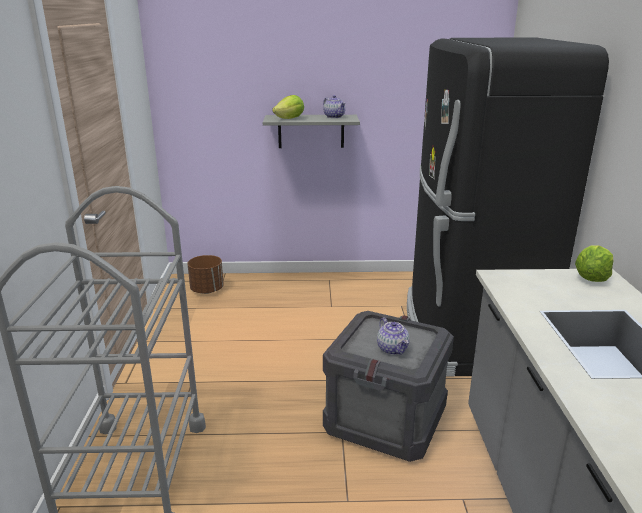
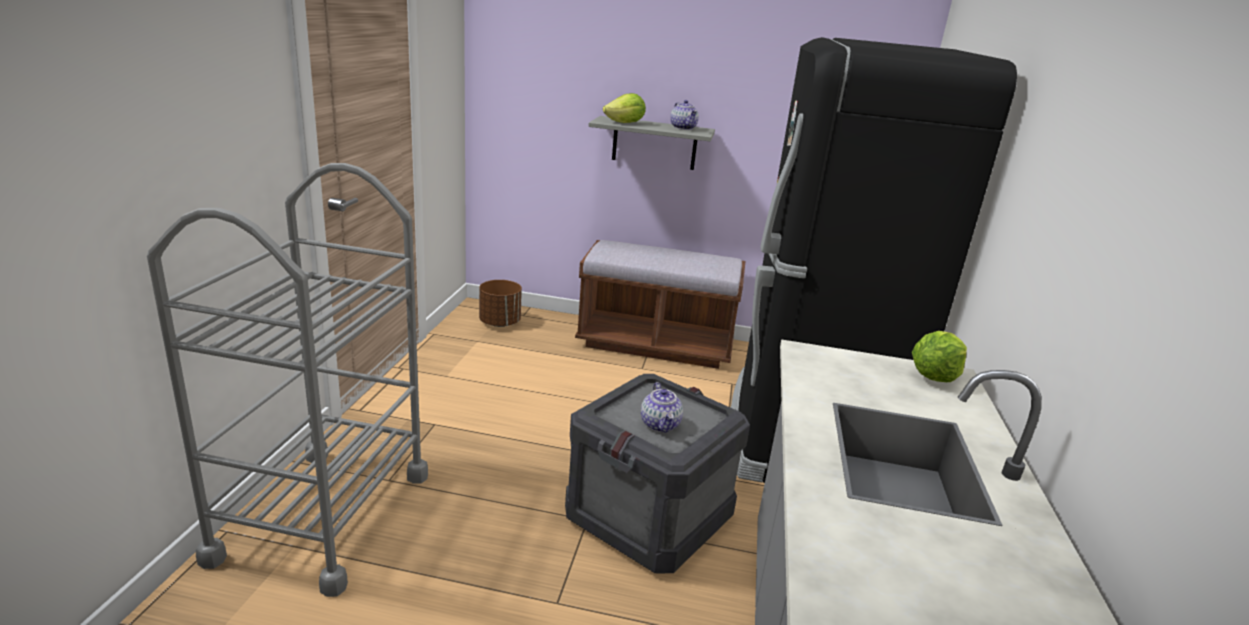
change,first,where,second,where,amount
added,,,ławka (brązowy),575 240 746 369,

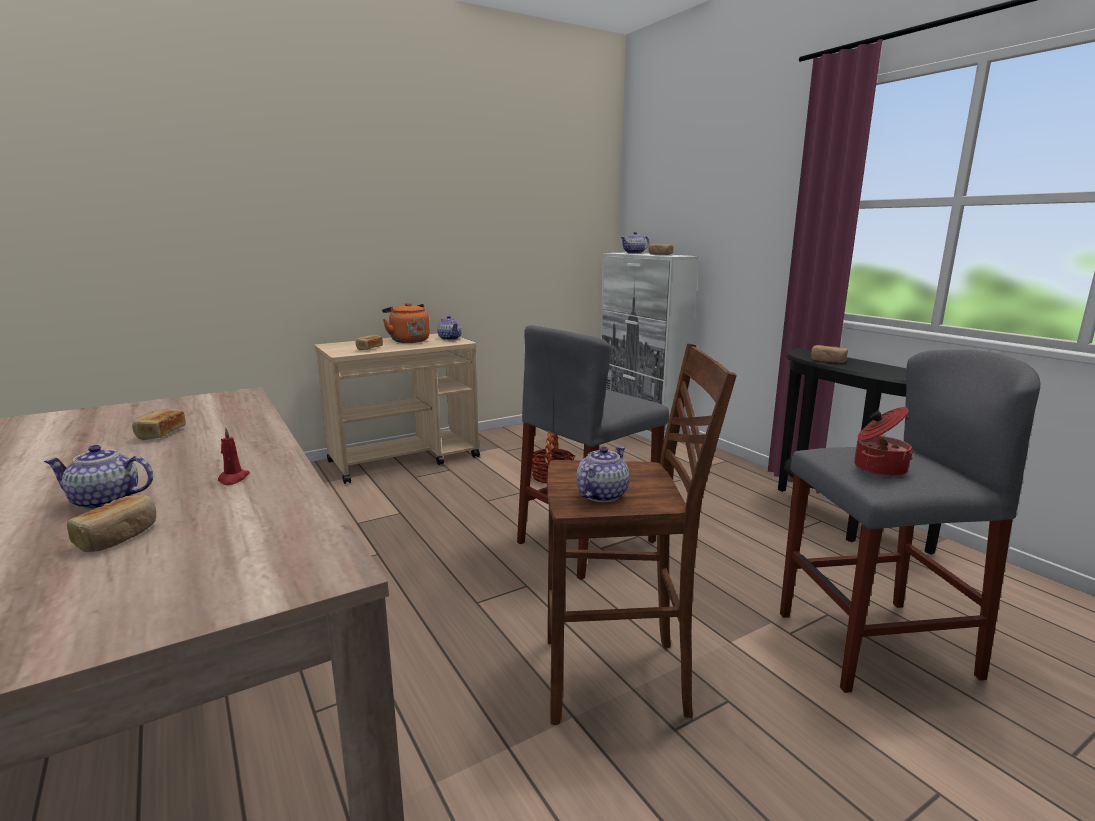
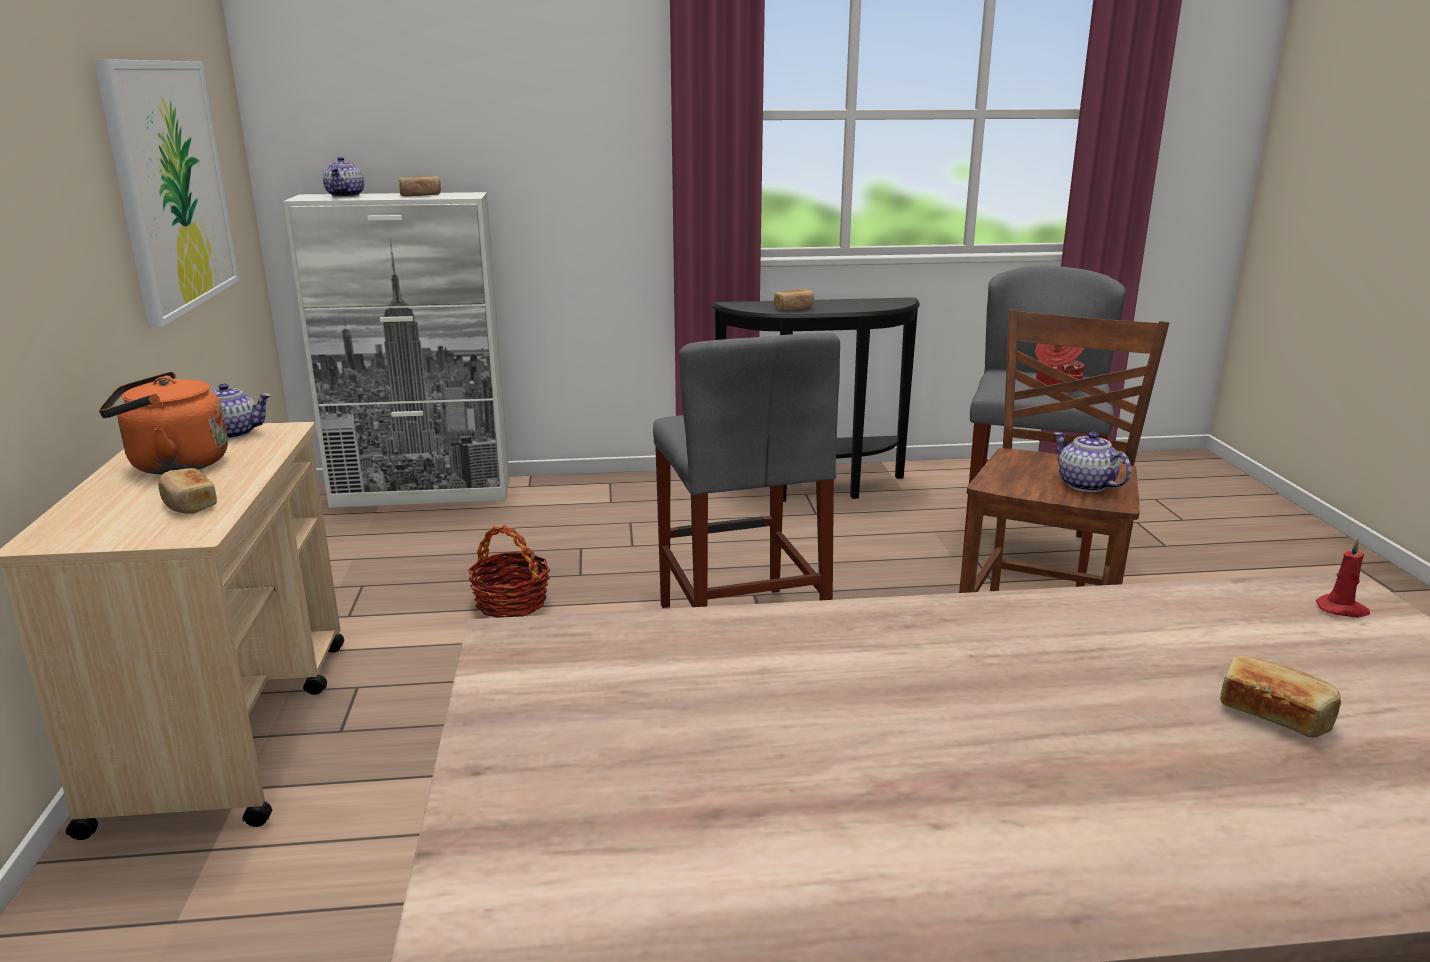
change,first,where,second,where,amount
added,,,obraz,94 59 239 328,
moved,świeca (czerwony),218 428 250 485,,1316 538 1370 617,
removed,imbryk,44 445 153 510,,,
removed,chleb,132 408 186 440,,,

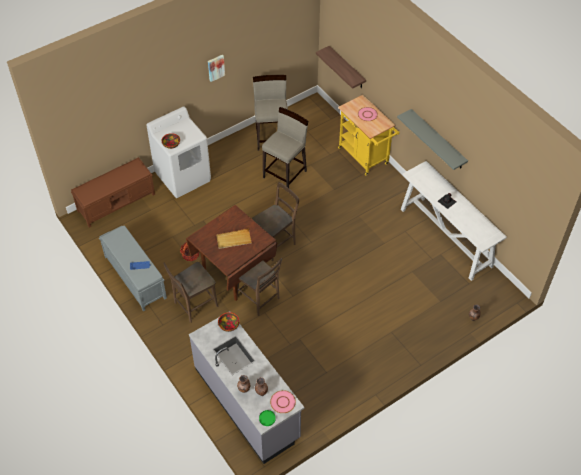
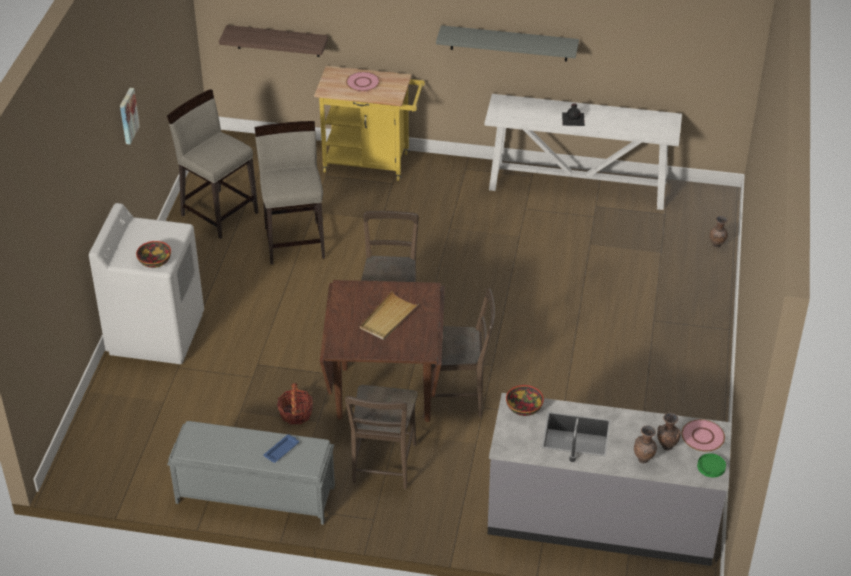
change,first,where,second,where,amount
removed,ławka (brązowy),71 157 155 227,,,

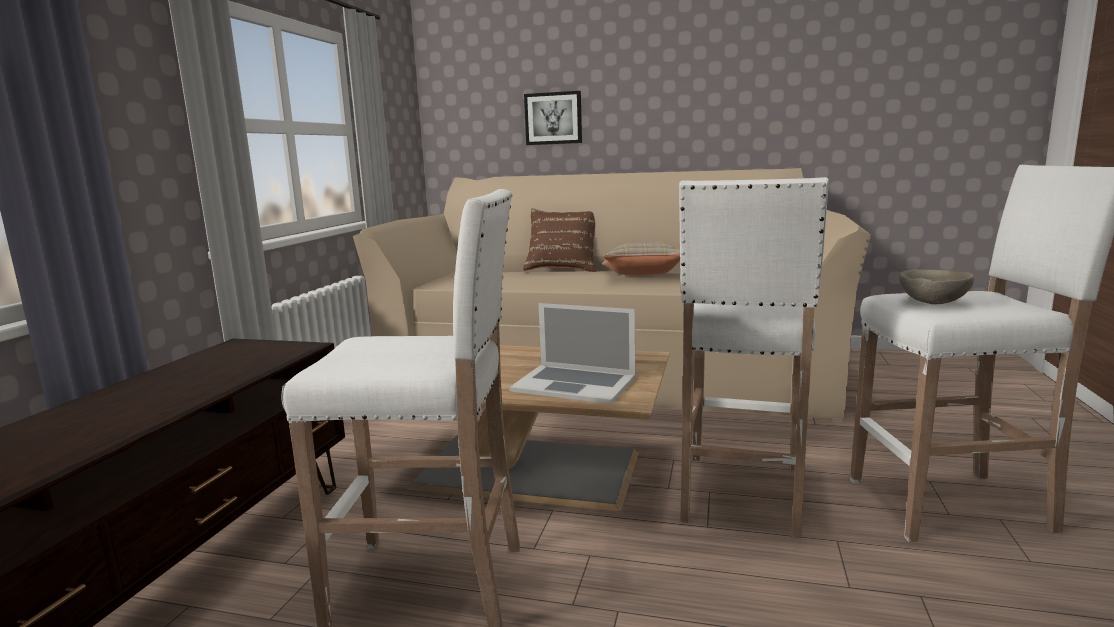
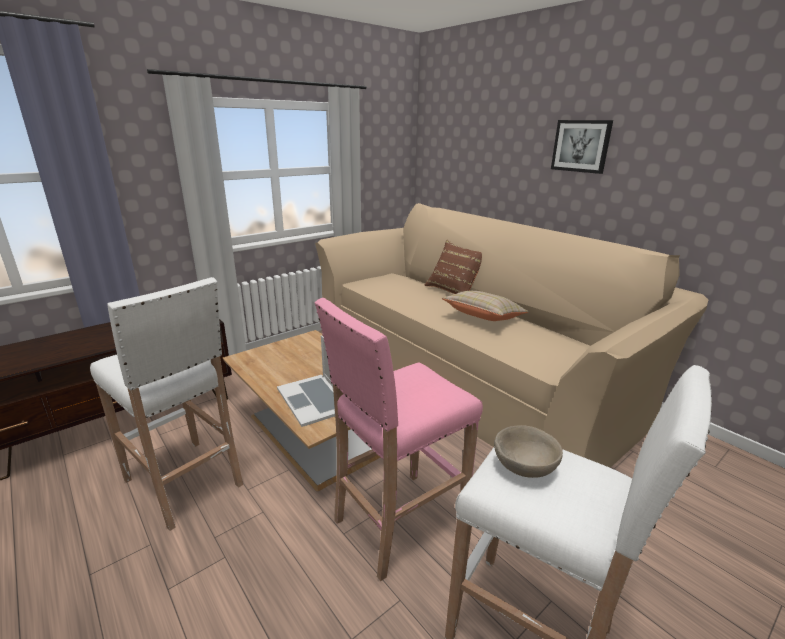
change,first,where,second,where,amount
recoloured,stołek (biały),679 177 829 538,stołek (różowy),315 298 483 581,
moved,obraz,524 91 582 145,,551 120 613 174,

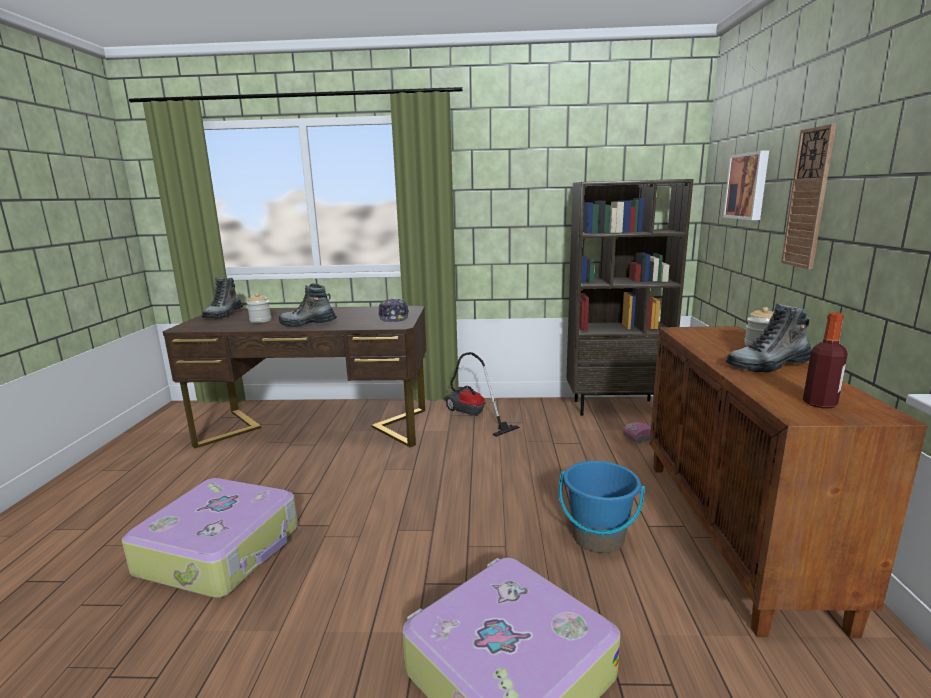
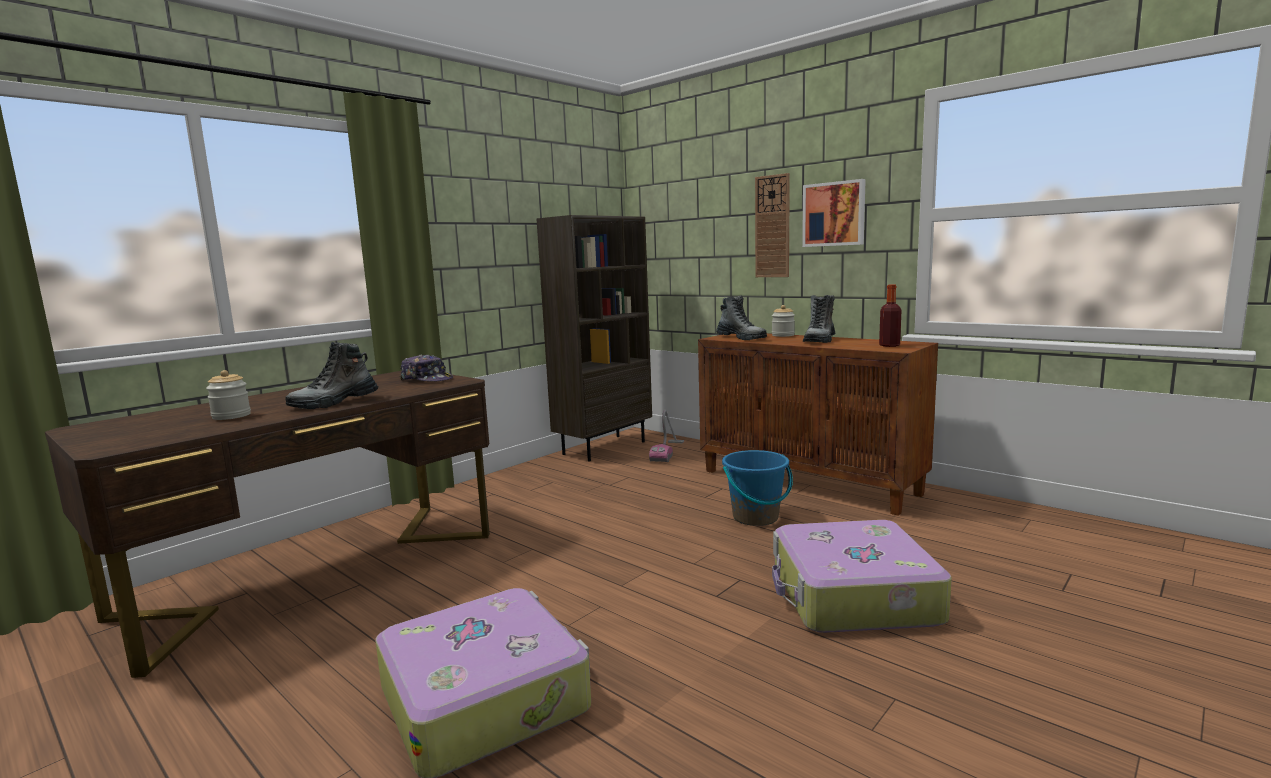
change,first,where,second,where,amount
moved,but z cholewką,202 278 243 318,,716 296 767 340,
moved,obraz,723 150 769 220,,802 179 866 247,
removed,odkurzacz,444 352 520 437,,,

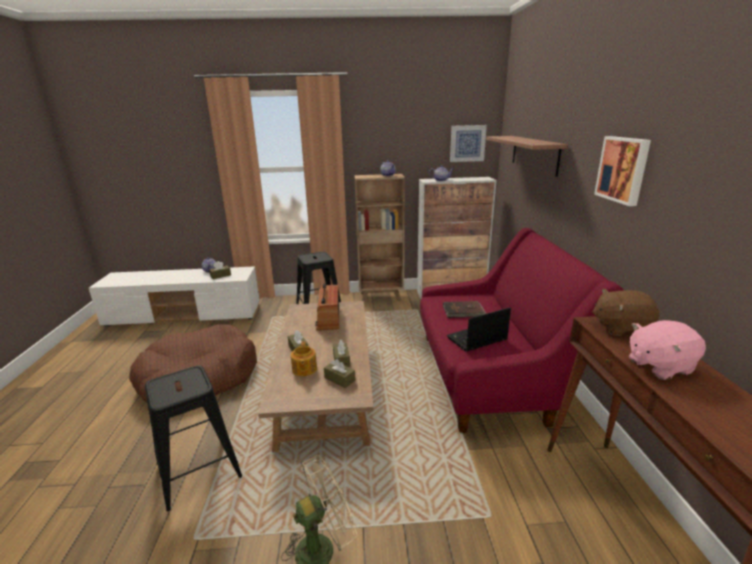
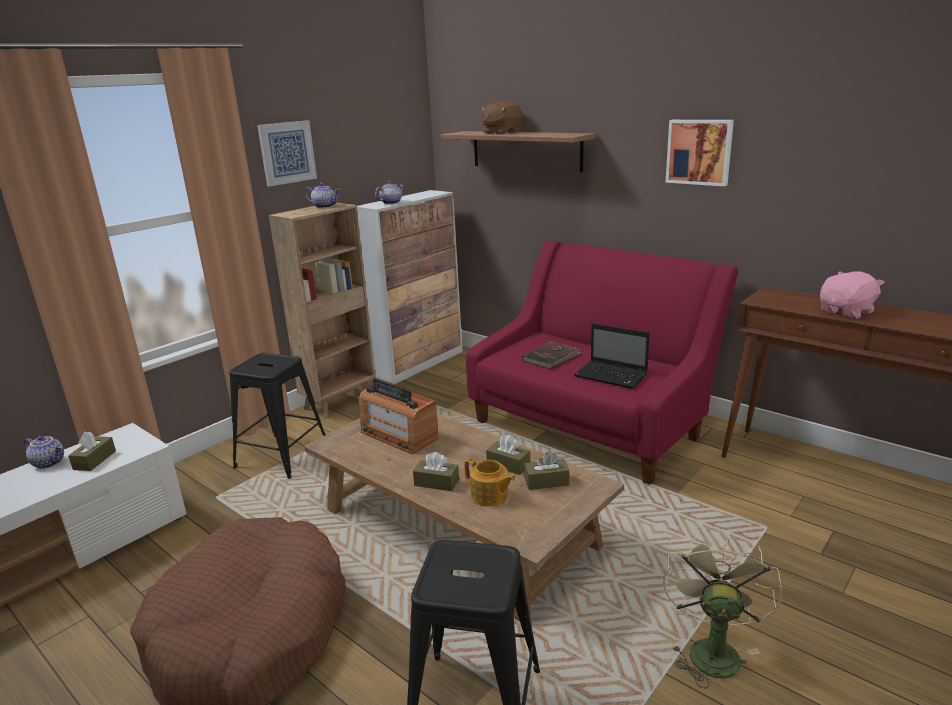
change,first,where,second,where,amount
moved,obraz,450 125 487 162,,257 120 317 187,
moved,pluszak (brązowy),592 289 659 336,,481 101 522 135,
turned,laptop,447 307 511 352,,574 323 650 389,75 degrees counterclockwise
turned,pluszak (różowy),629 320 706 380,,820 271 885 319,150 degrees counterclockwise

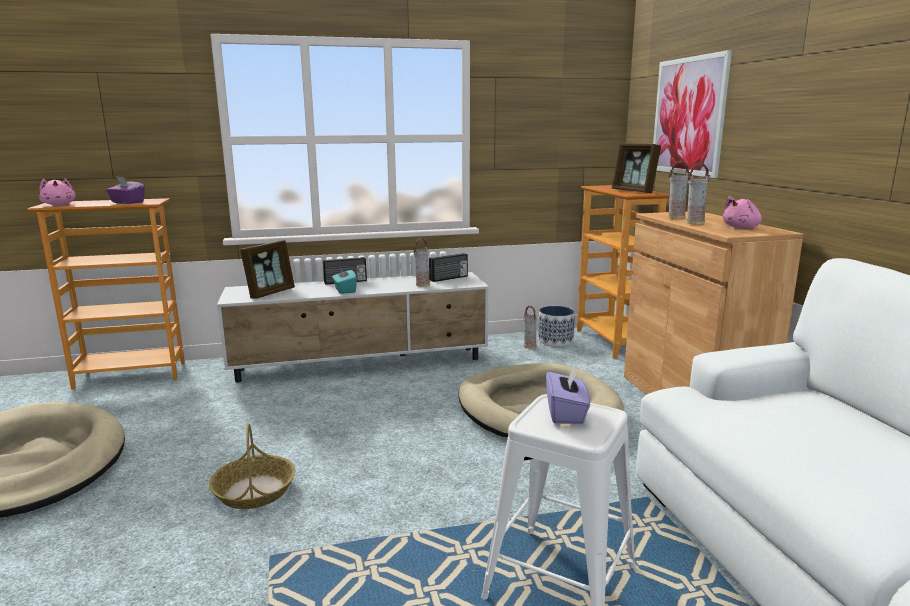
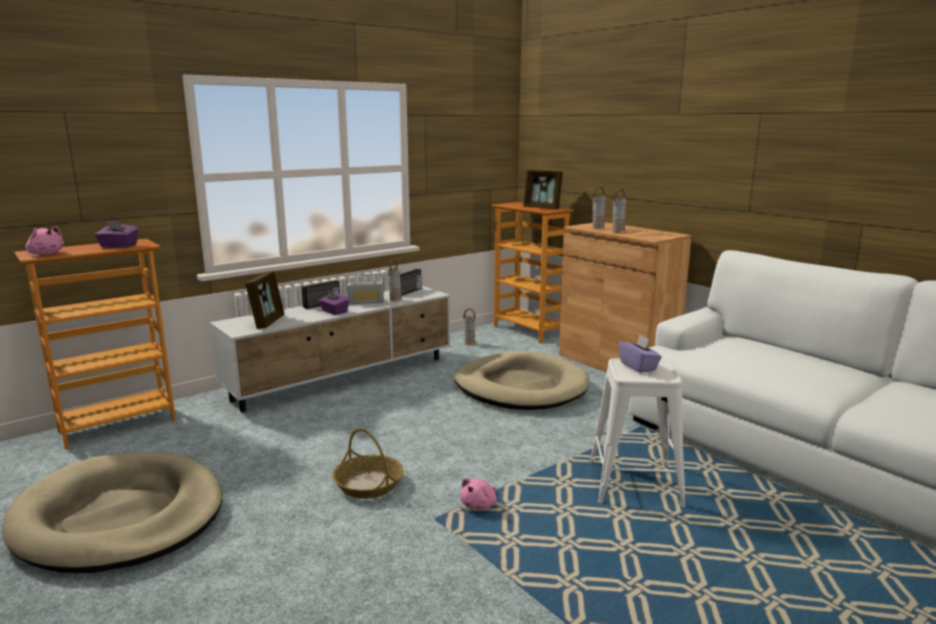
change,first,where,second,where,amount
recoloured,pudełko chusteczek (turkusowy),332 267 357 294,pudełko chusteczek (fioletowy),319 290 349 315,
added,,,radio,346 273 385 304,
moved,pluszak (różowy),723 196 762 228,,460 478 497 510,
removed,donica,538 306 575 346,,,
removed,obraz,653 50 732 178,,,

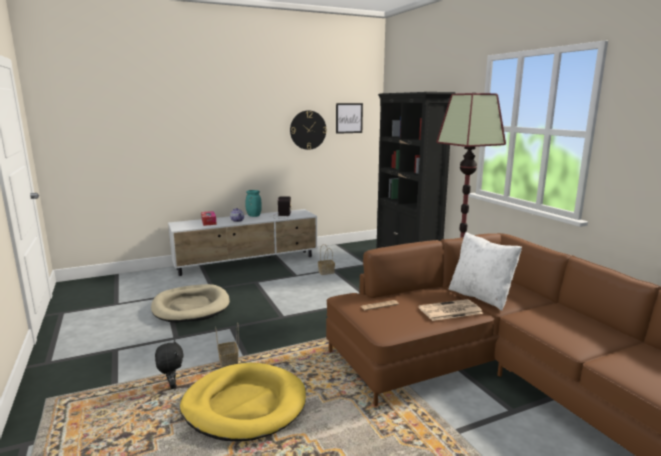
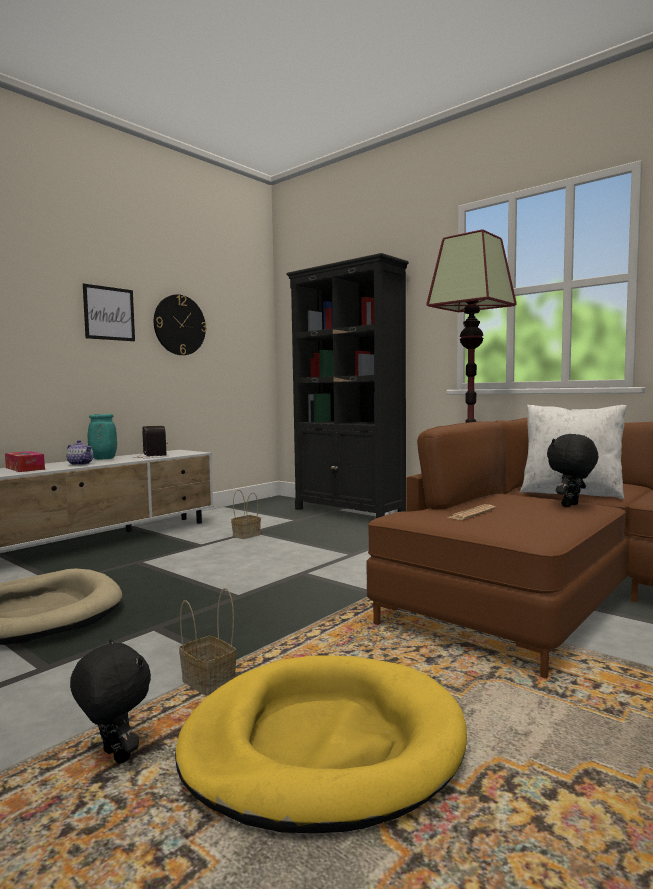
change,first,where,second,where,amount
moved,obraz,336 103 363 134,,83 284 135 341,
replaced,gazeta,418 299 483 321,pluszak (czarny),547 434 598 507,

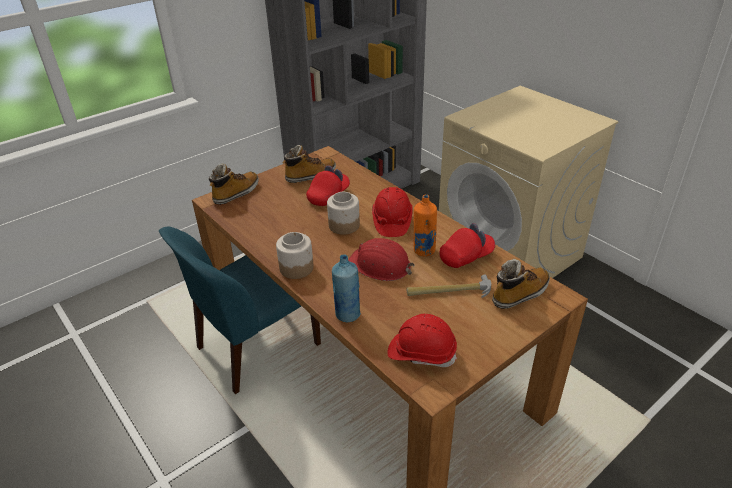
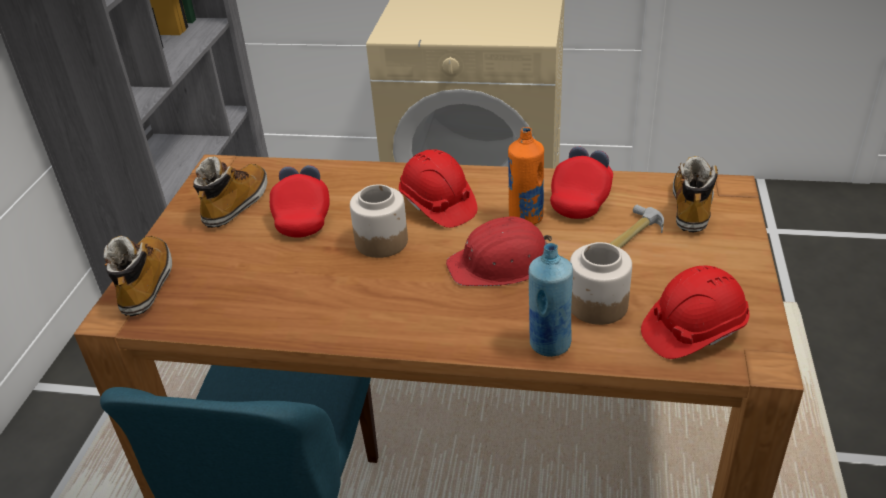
change,first,where,second,where,amount
moved,słoik,276 232 314 279,,570 242 632 325,

